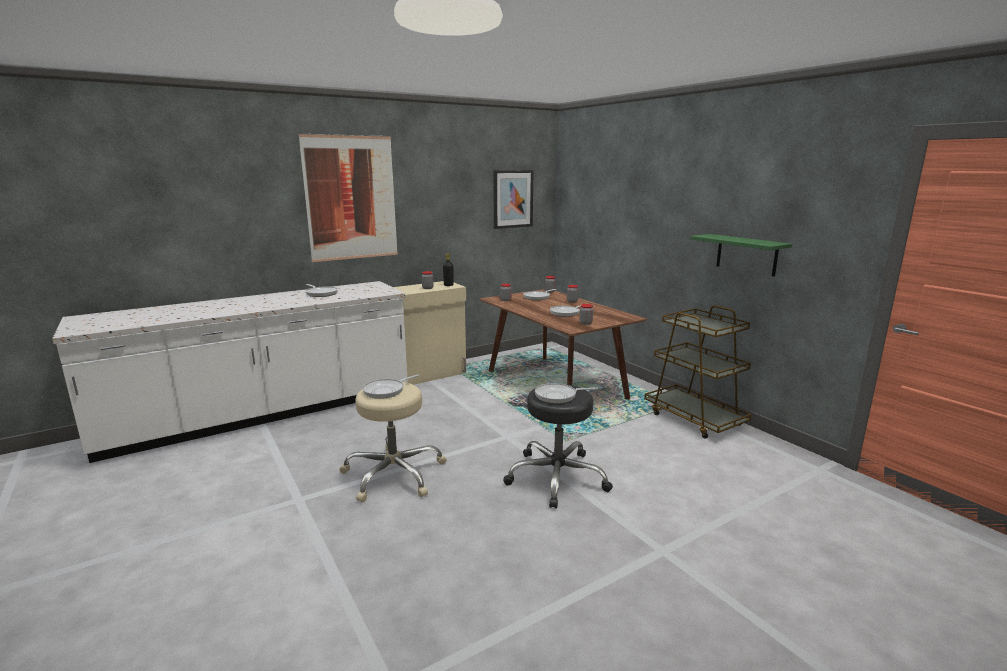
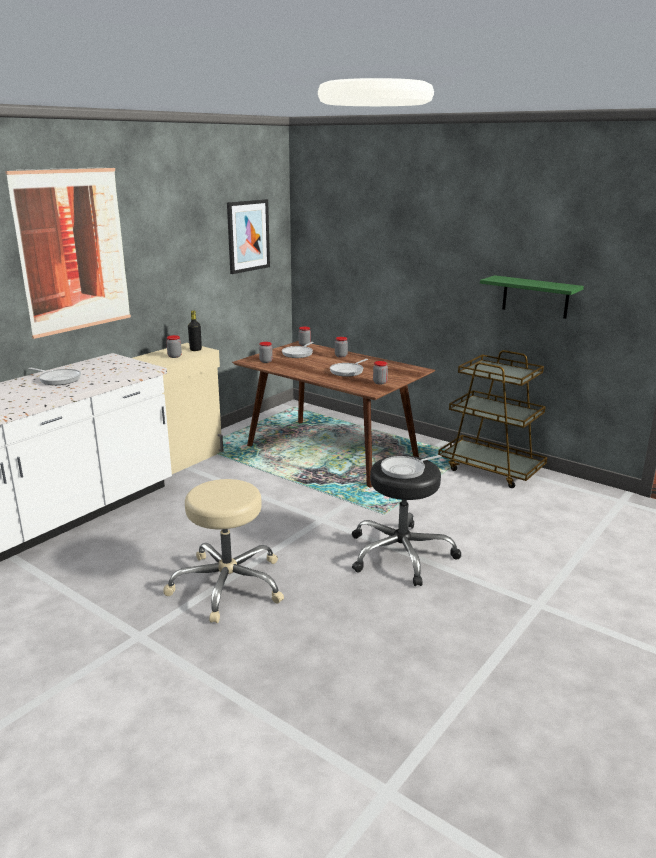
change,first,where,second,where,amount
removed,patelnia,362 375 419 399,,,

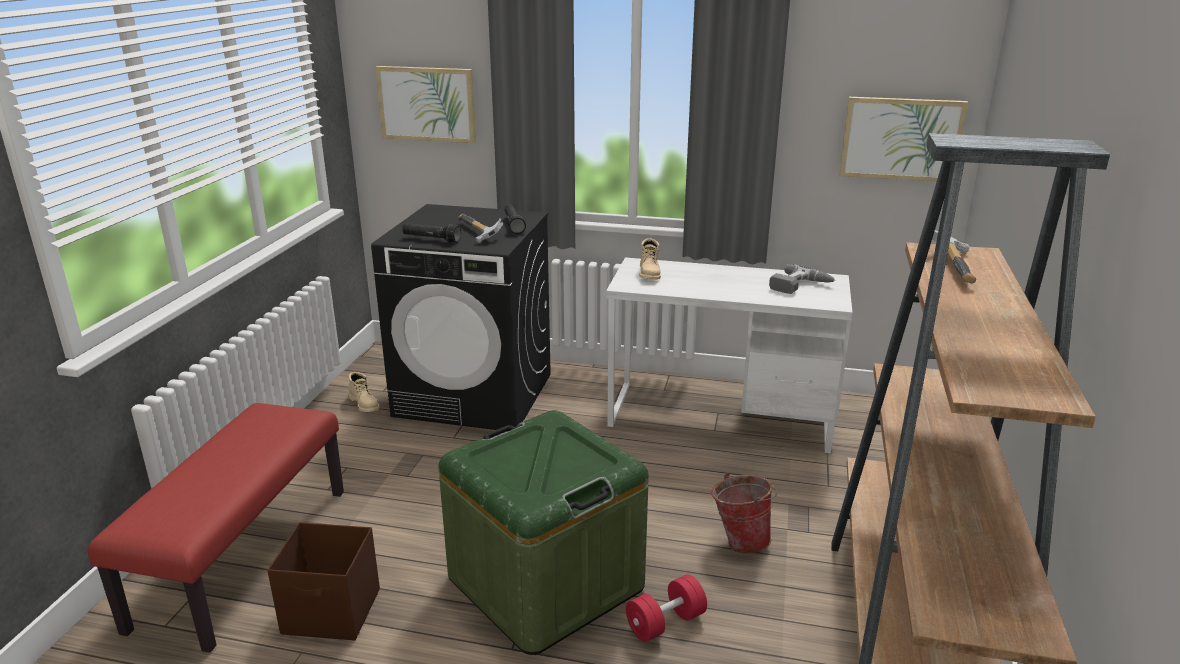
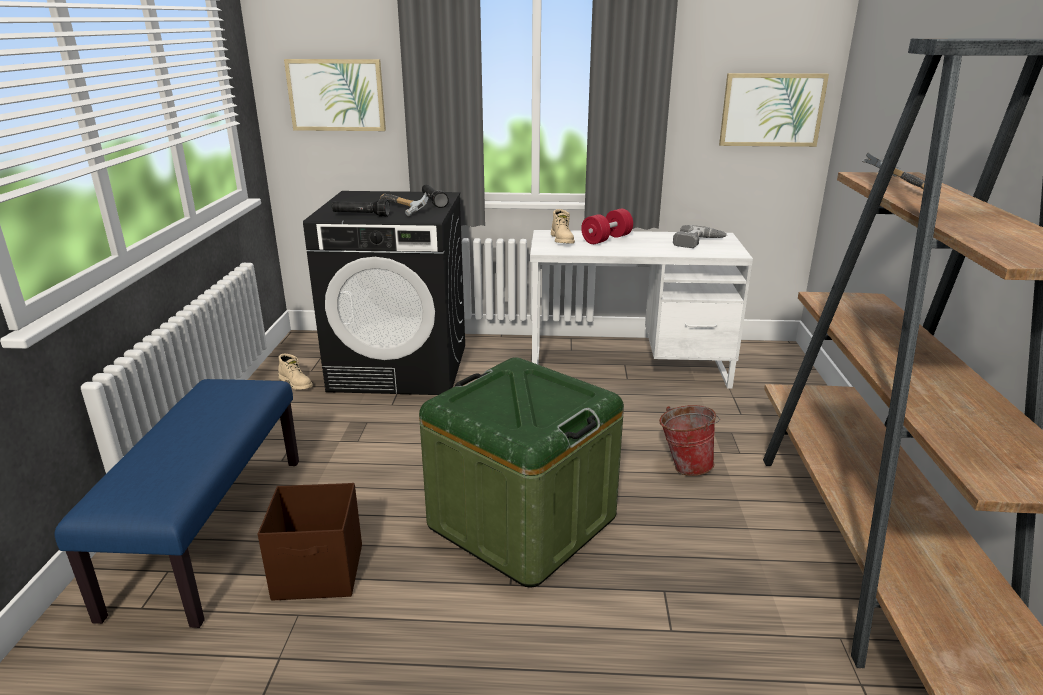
change,first,where,second,where,amount
recoloured,ławka (czerwony),88 403 344 653,ławka (niebieski),54 379 299 628,
moved,hantel (czerwony),626 574 707 642,,581 209 633 244,

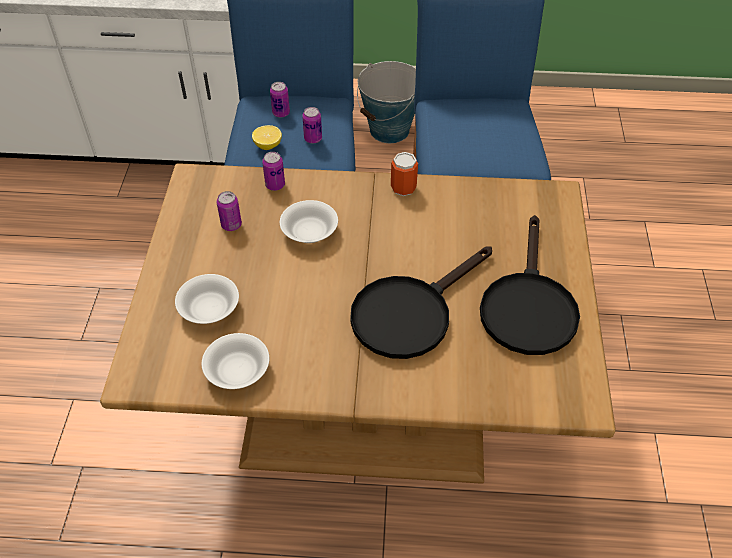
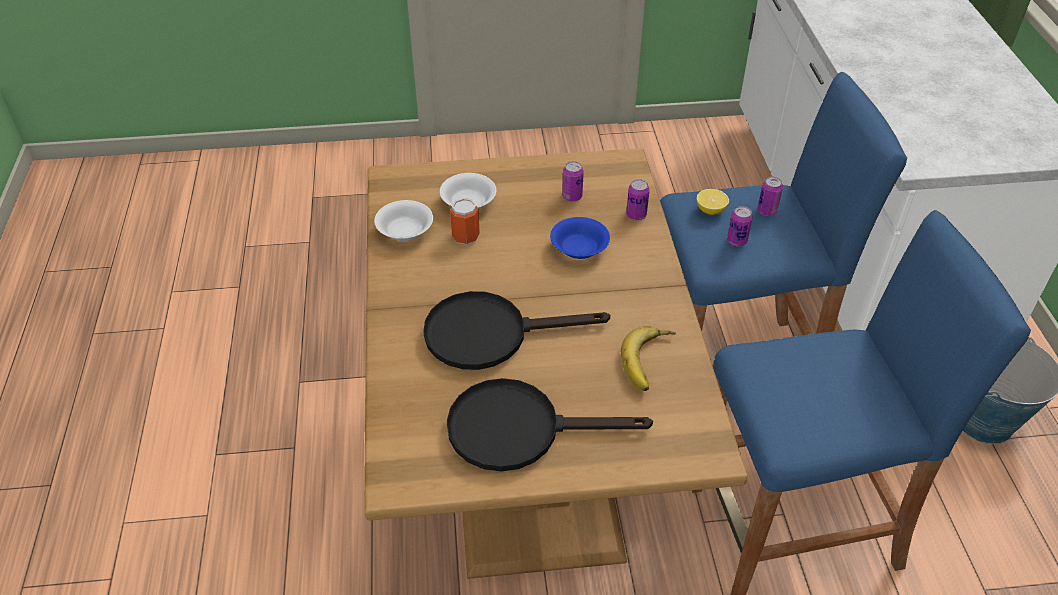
change,first,where,second,where,amount
turned,patelnia (czarny),350 246 492 359,,423 291 610 370,45 degrees counterclockwise
moved,puszka,391 152 418 196,,450 198 480 245,
recoloured,miska (biały),280 200 338 243,miska (niebieski),550 217 610 259,
added,,,banan,621 326 676 391,

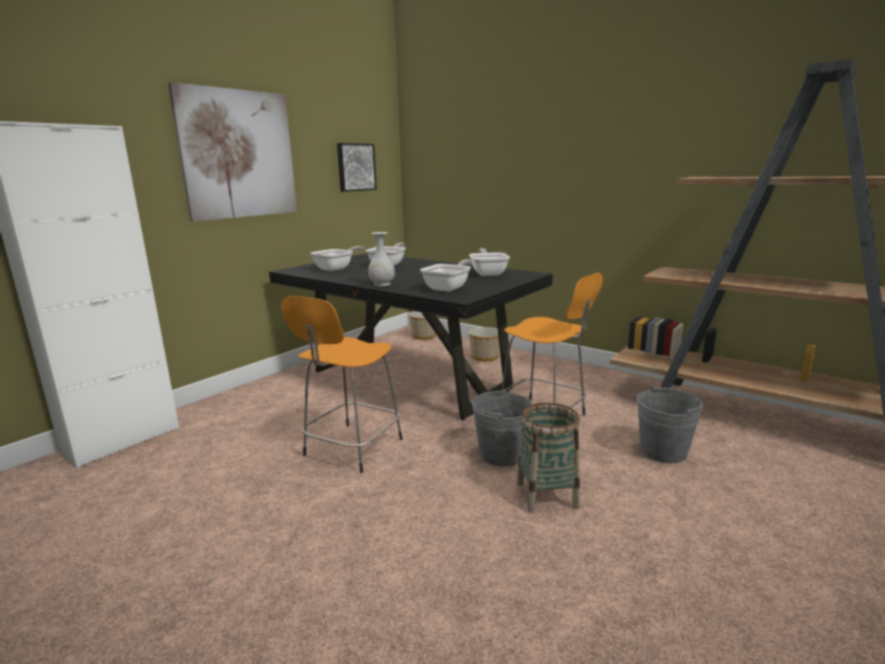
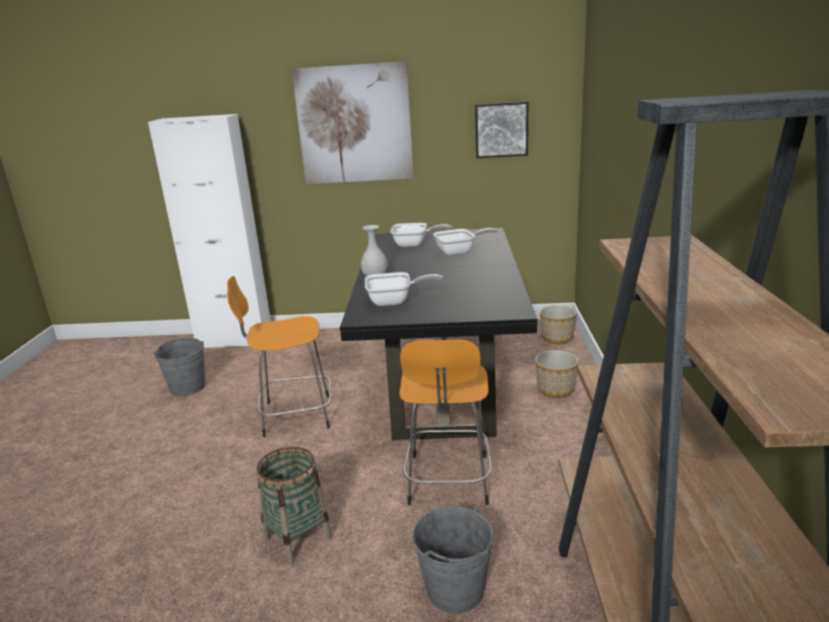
change,first,where,second,where,amount
moved,wiadro (szary),471 389 533 467,,153 338 205 396,
removed,patelnia,469 248 510 276,,,

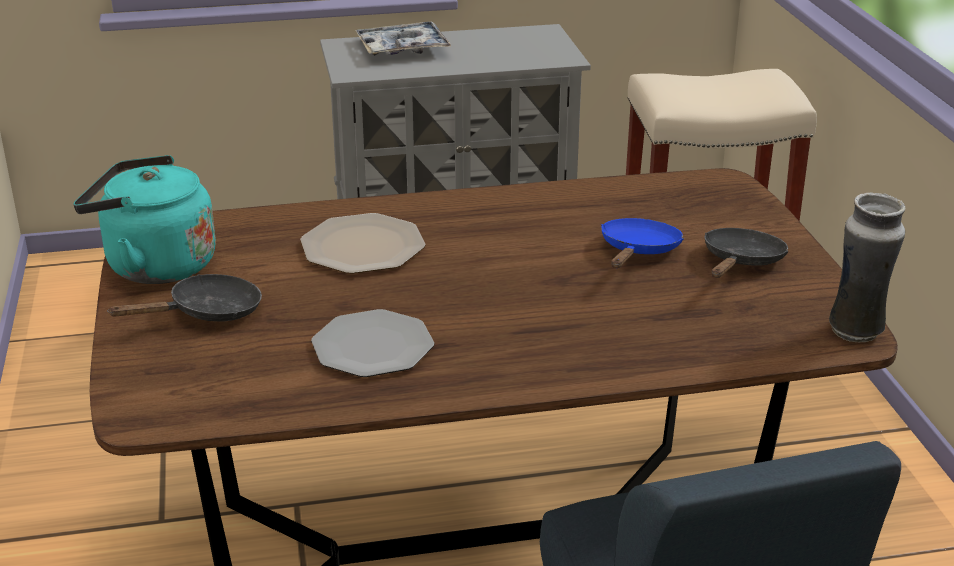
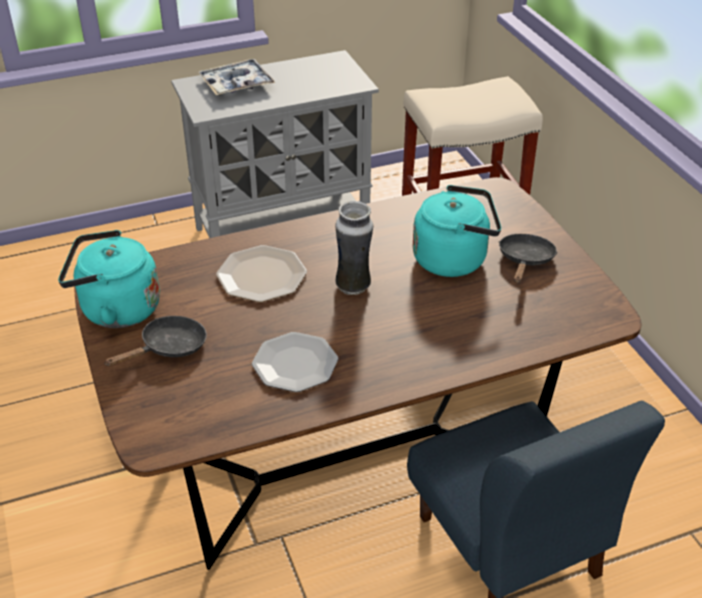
change,first,where,second,where,amount
moved,wazon,829 193 905 342,,335 201 373 295,
replaced,patelnia (niebieski),601 218 683 268,czajnik (turkusowy),413 185 501 277,

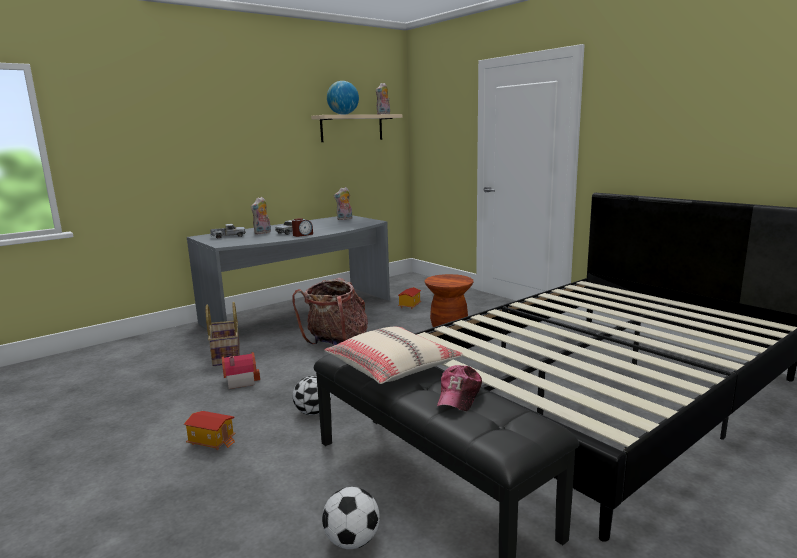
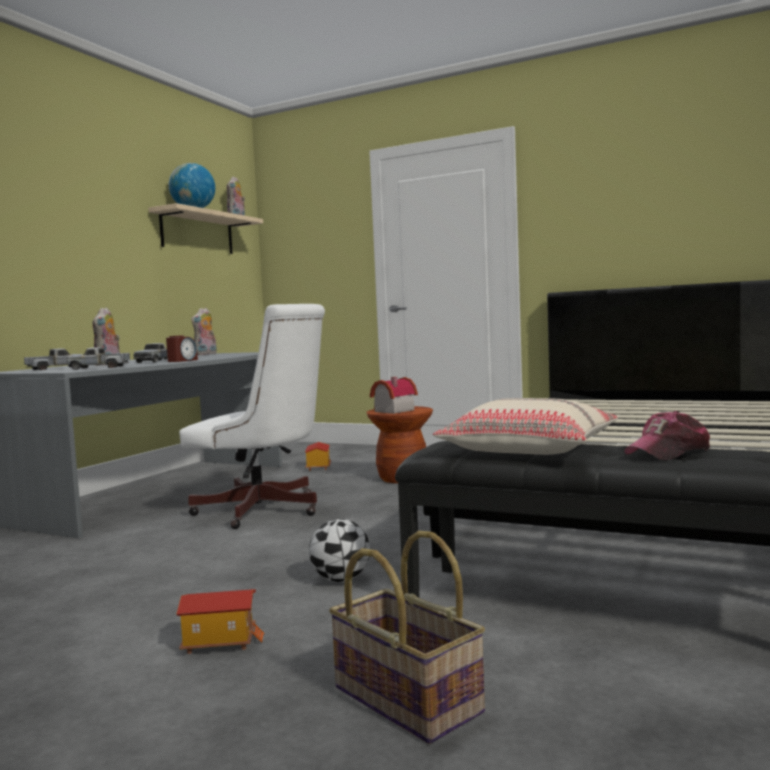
change,first,where,second,where,amount
added,,,ciężarówka zabawkowa,67 347 130 370,
replaced,plecak,292 278 368 345,krzesło biurowe (biały),179 304 325 529,
moved,koszyk,205 302 240 366,,329 531 485 744,
moved,domek,222 352 260 389,,370 377 418 414,
turned,czapka z daszkiem,437 365 482 411,,624 411 710 460,60 degrees clockwise
removed,piłka futbolowa,322 487 380 549,,,

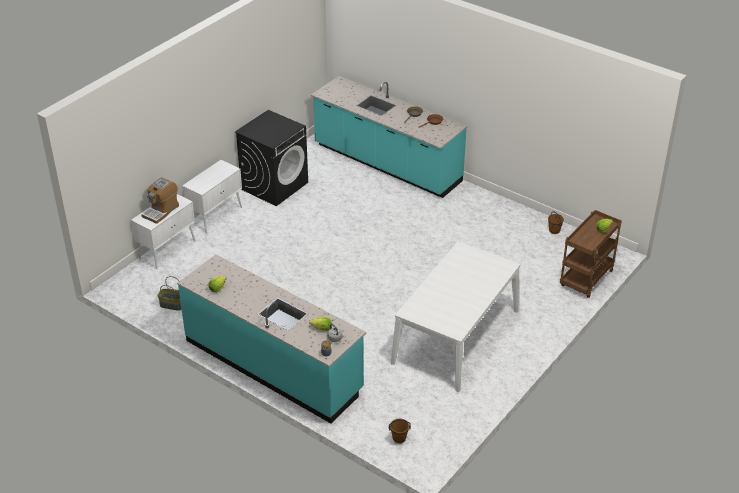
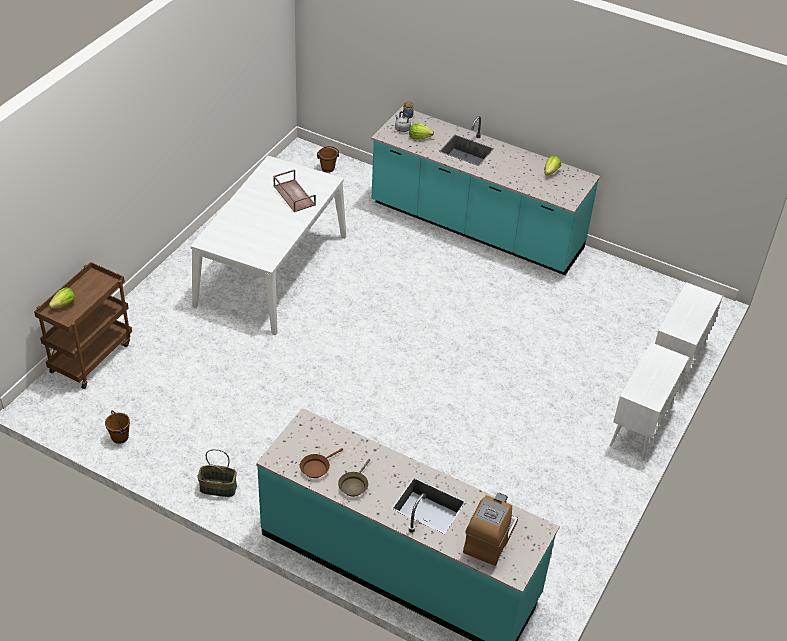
change,first,where,second,where,amount
moved,koszyk,158 276 182 310,,197 449 237 497,
added,,,taca (brązowy),273 169 316 212,
moved,ekspres do kawy,141 178 179 224,,463 493 518 566,
removed,pralka (czarny),235 110 308 206,,,

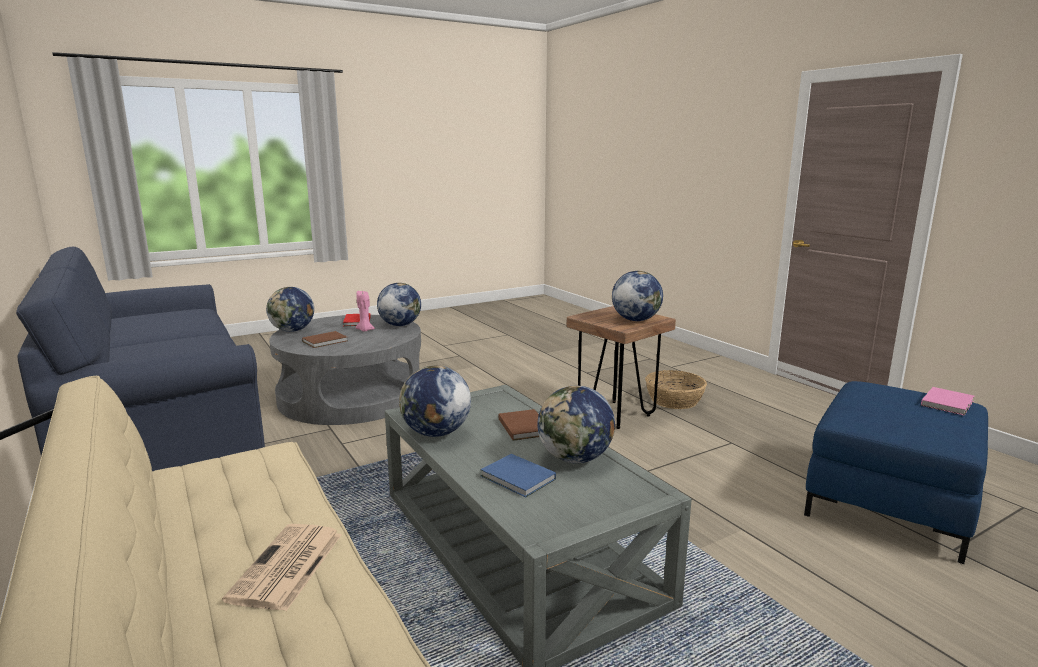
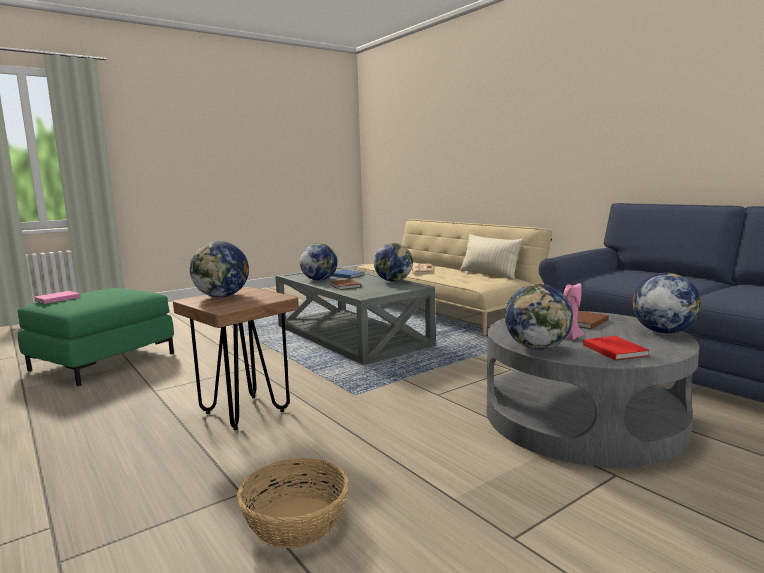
change,first,where,second,where,amount
recoloured,pufa (niebieski),804 381 988 564,pufa (zielony),18 288 174 386,
moved,koszyk,645 370 707 409,,237 458 349 548,
added,,,poduszka (beżowy),460 234 524 280,

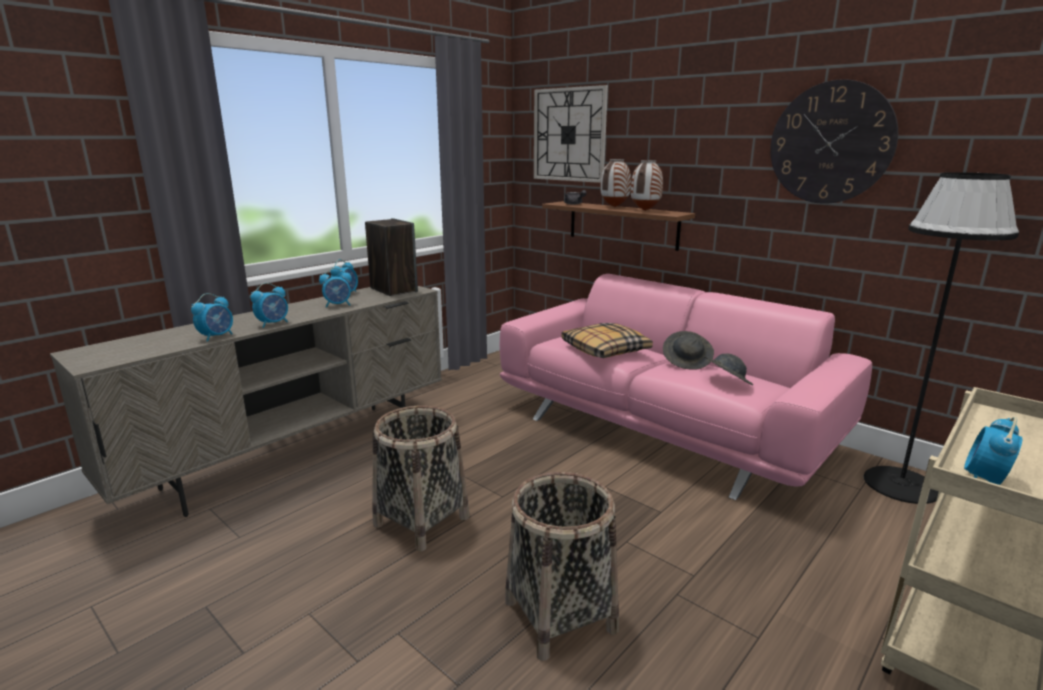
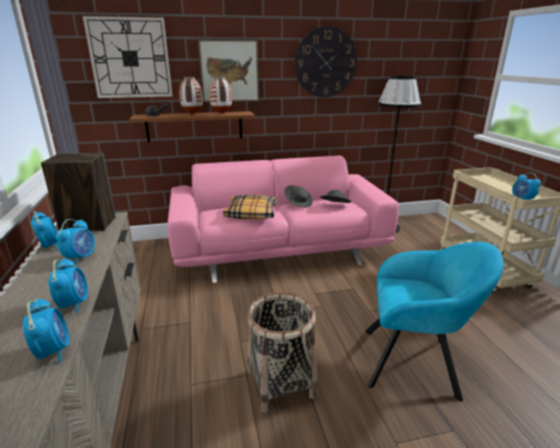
change,first,where,second,where,amount
added,,,obraz,198 39 259 103,
replaced,koszyk,505 472 619 661,fotel (turkusowy),366 242 504 401,

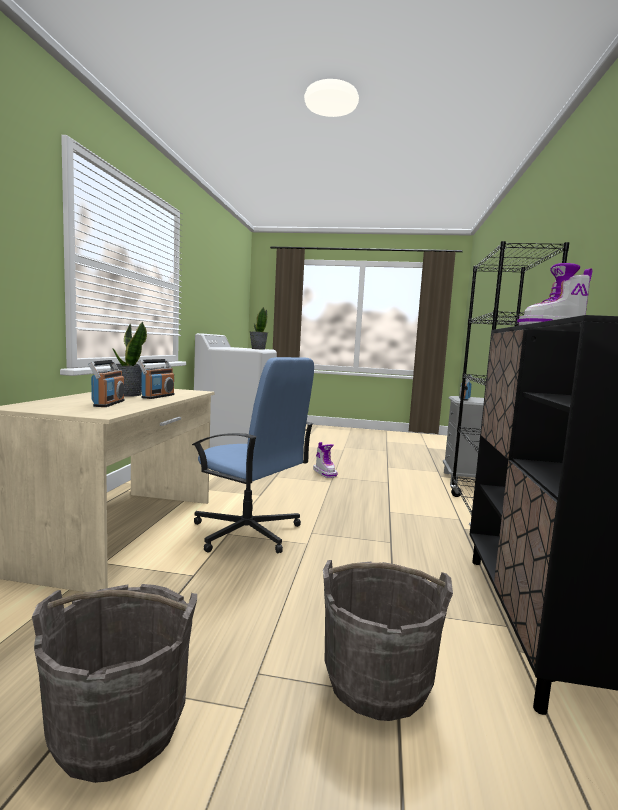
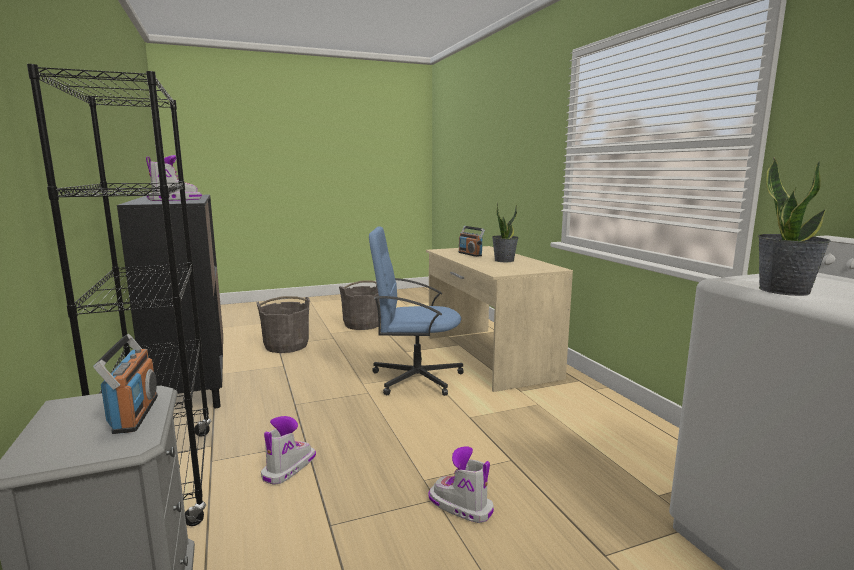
change,first,where,second,where,amount
added,,,but z cholewką,261 416 316 485,
removed,radio,138 359 175 399,,,

